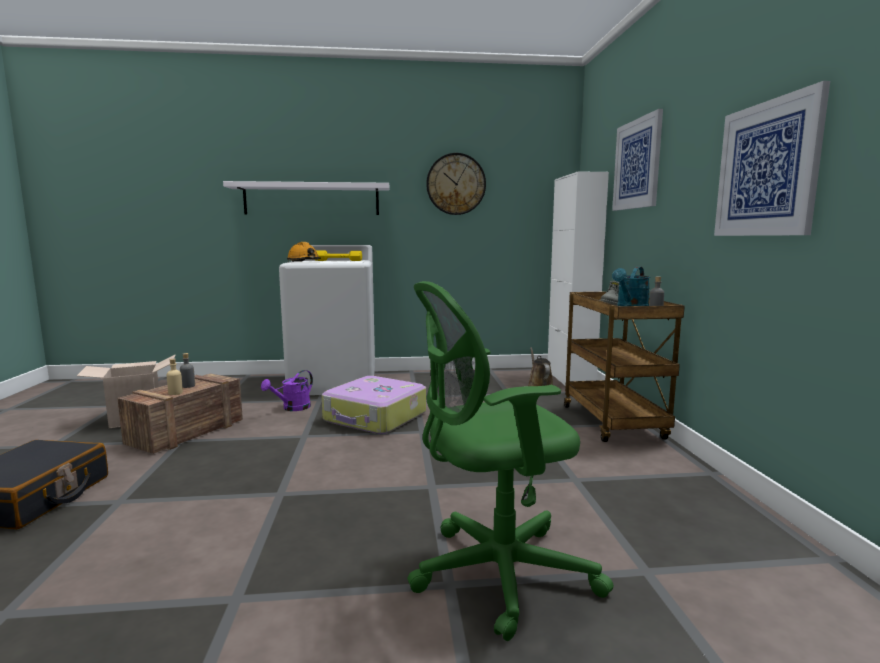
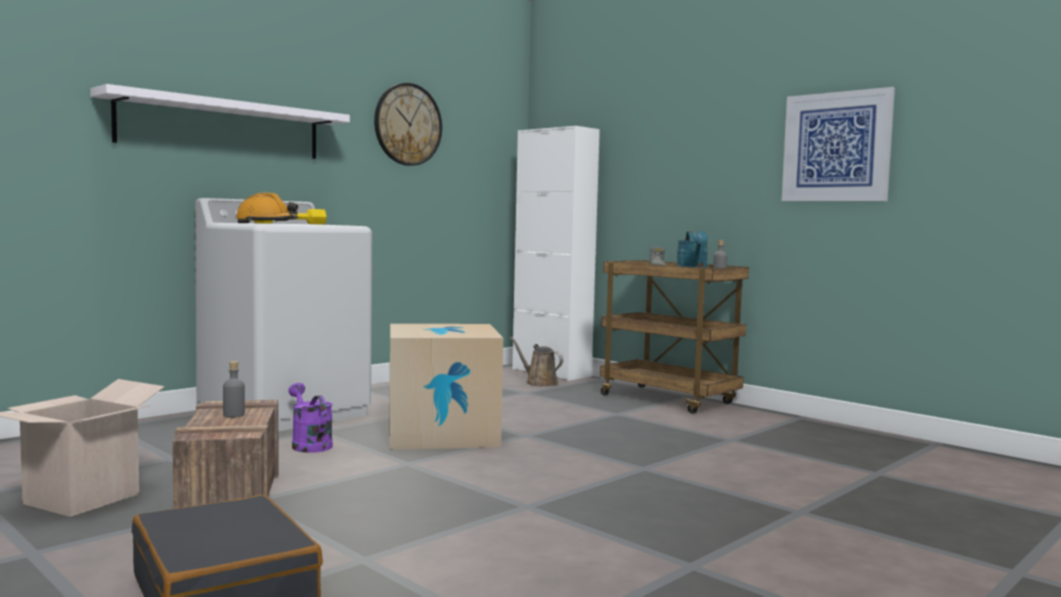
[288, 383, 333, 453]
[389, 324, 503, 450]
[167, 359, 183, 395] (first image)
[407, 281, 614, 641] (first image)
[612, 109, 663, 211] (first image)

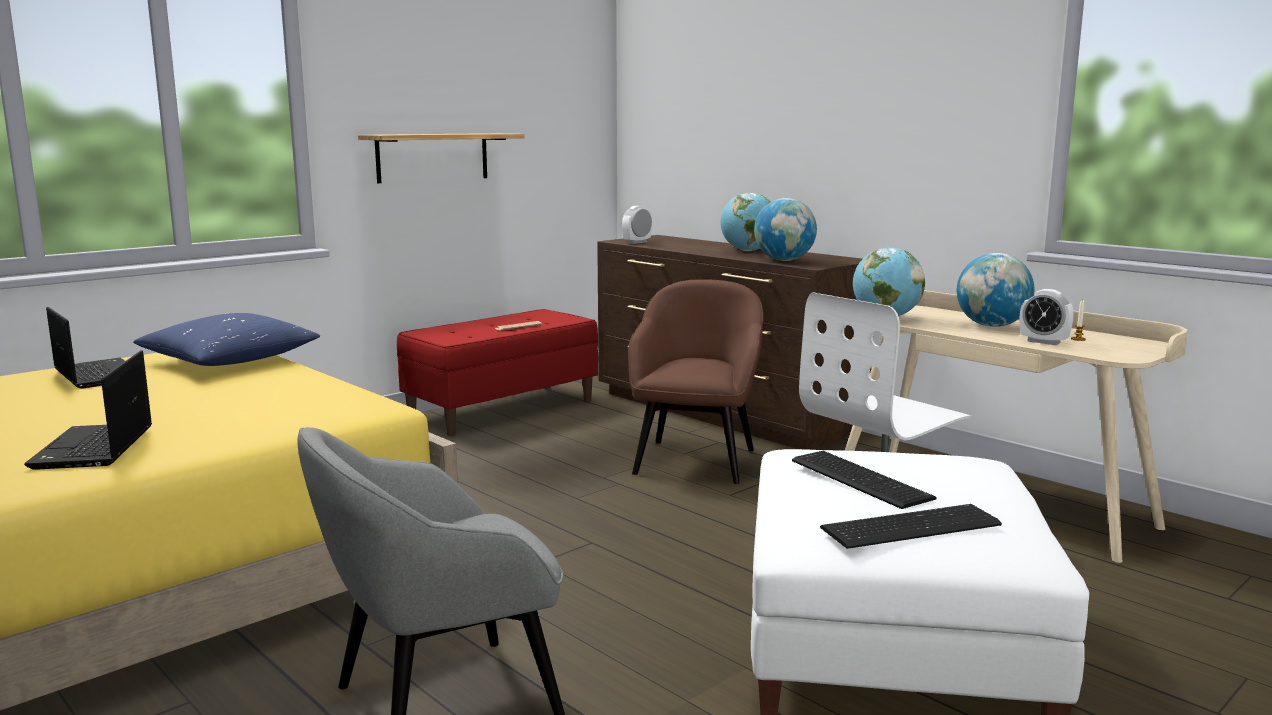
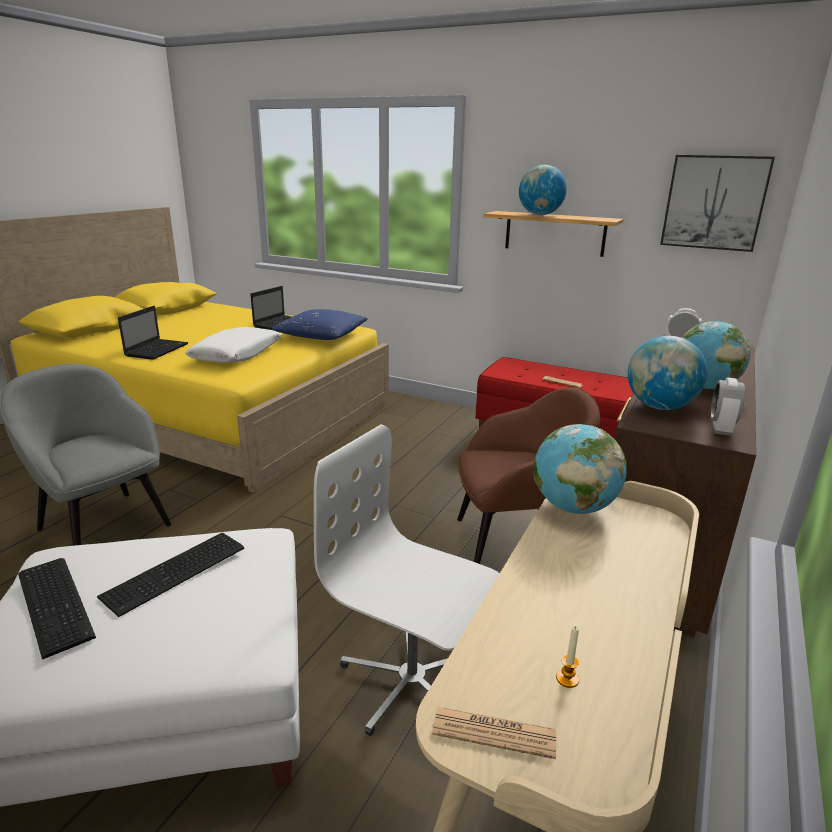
[118, 306, 188, 360]
[185, 327, 282, 363]
[432, 707, 556, 759]
[519, 165, 567, 215]
[660, 155, 775, 252]
[711, 378, 745, 436]

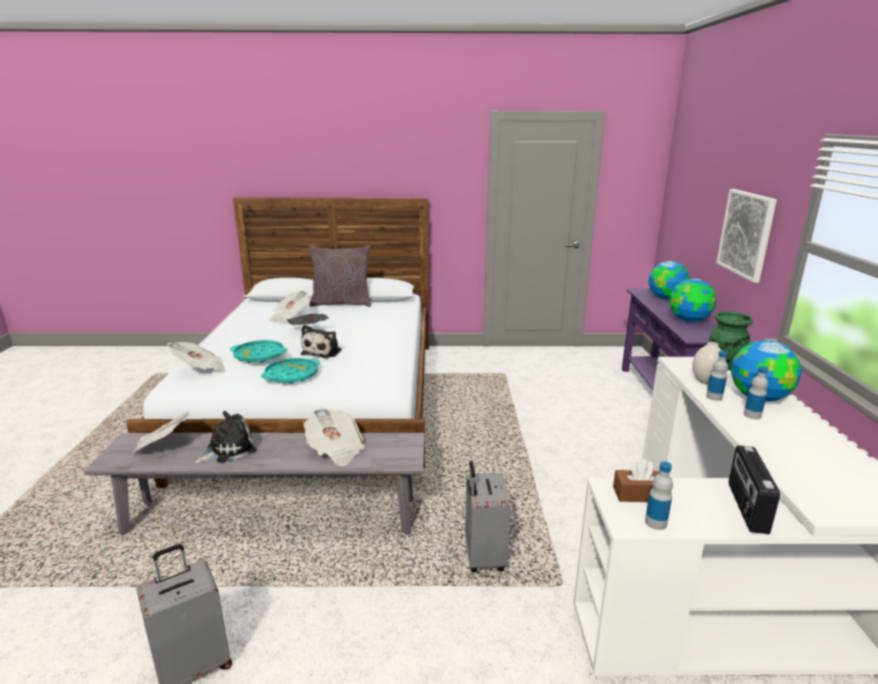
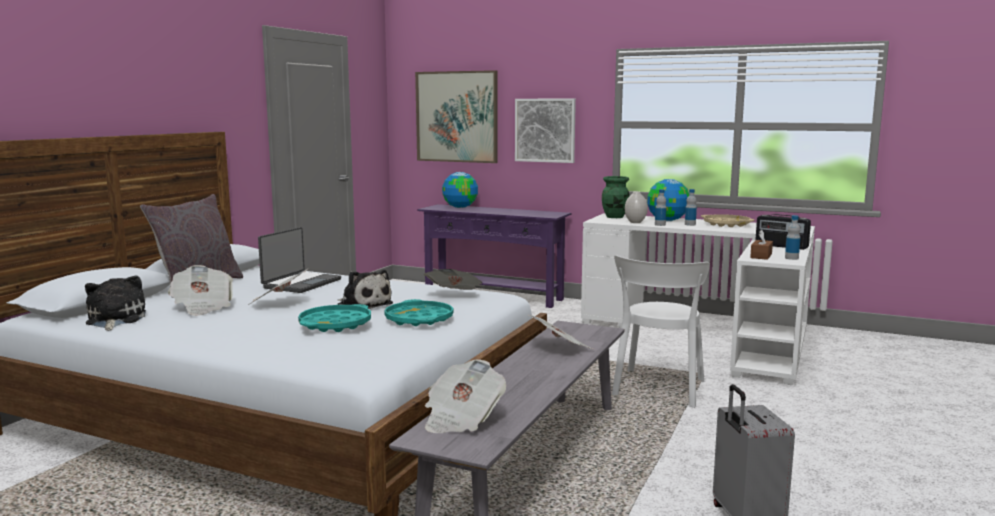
[85, 276, 146, 331]
[258, 227, 341, 293]
[415, 70, 498, 163]
[423, 269, 482, 290]
[612, 255, 710, 408]
[701, 214, 755, 227]
[669, 279, 717, 322] (first image)

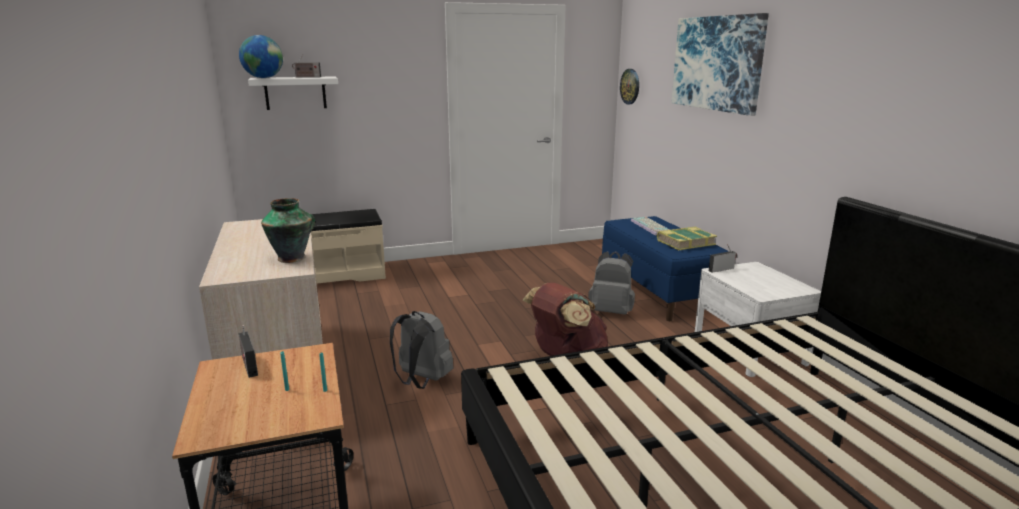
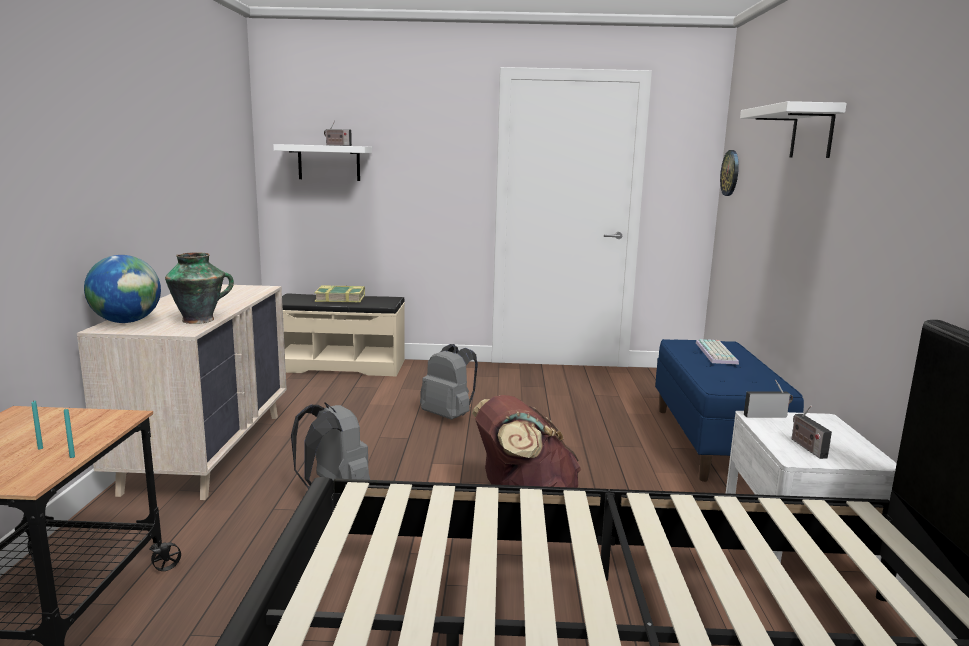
[84, 255, 161, 323]
[314, 285, 365, 303]
[420, 344, 478, 420]
[740, 101, 846, 158]
[791, 406, 832, 459]

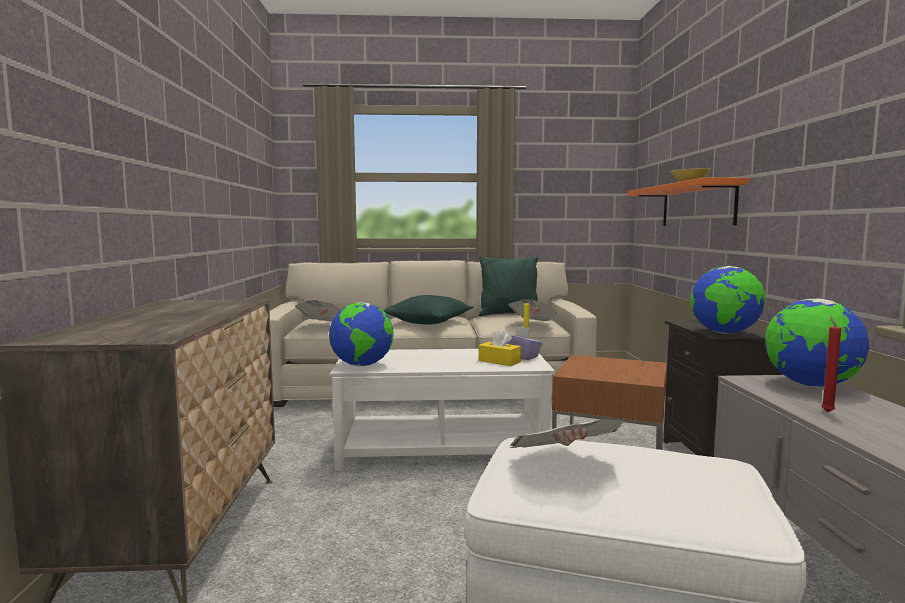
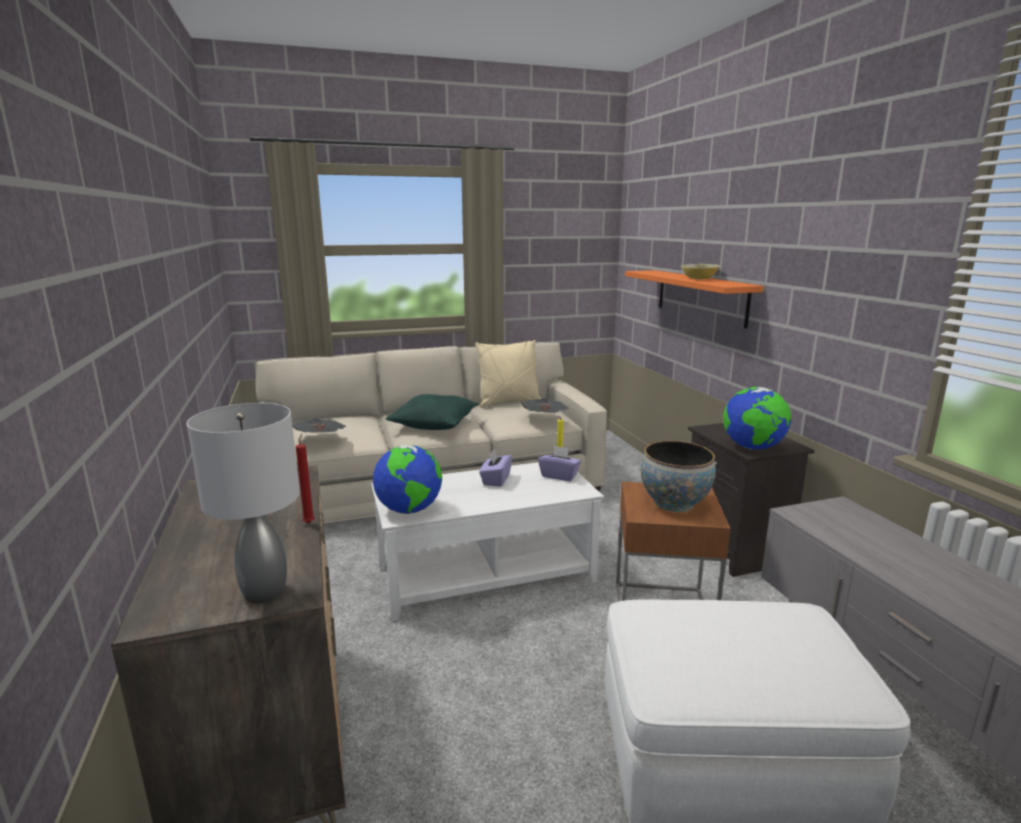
[187, 403, 300, 604]
[296, 433, 315, 523]
[475, 340, 541, 408]
[479, 449, 512, 487]
[641, 441, 716, 512]
[479, 329, 521, 366] (first image)
[509, 419, 625, 448] (first image)
[765, 298, 869, 387] (first image)

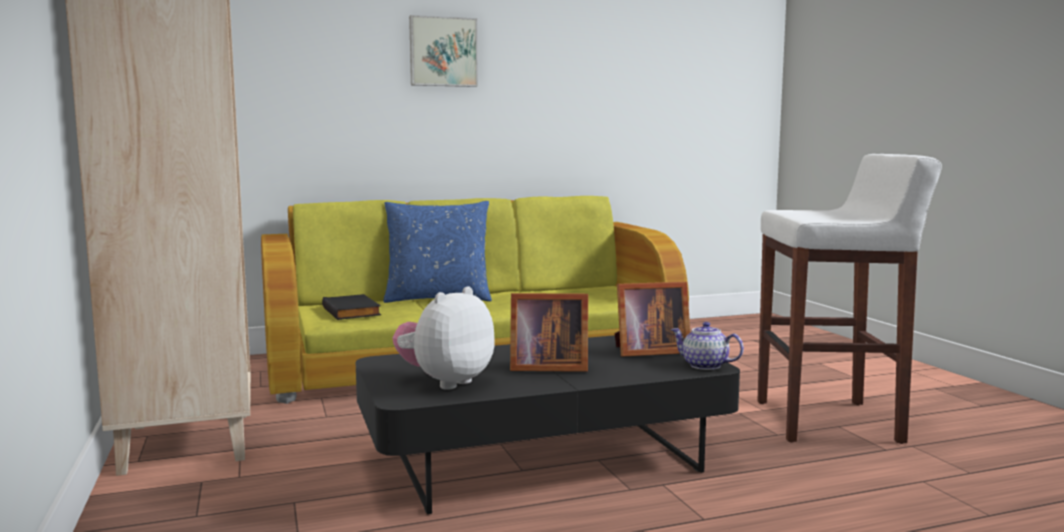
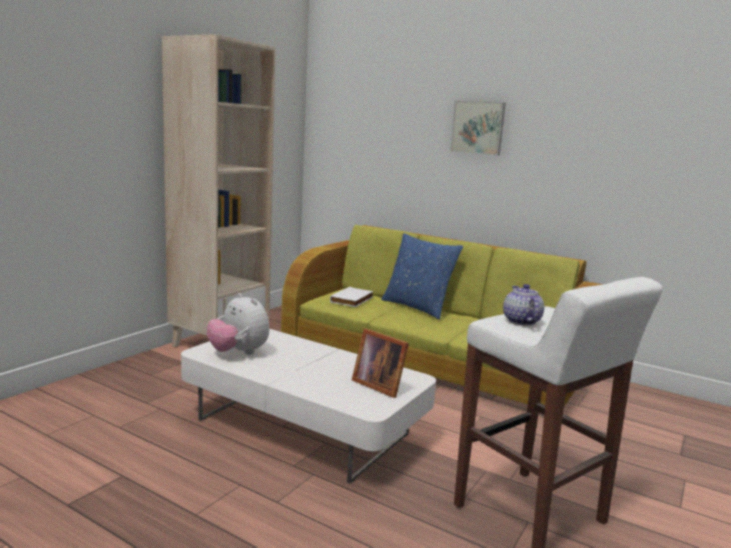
[181, 329, 436, 483]
[207, 293, 269, 354]
[330, 287, 374, 307]
[503, 284, 544, 326]
[510, 293, 588, 372] (first image)

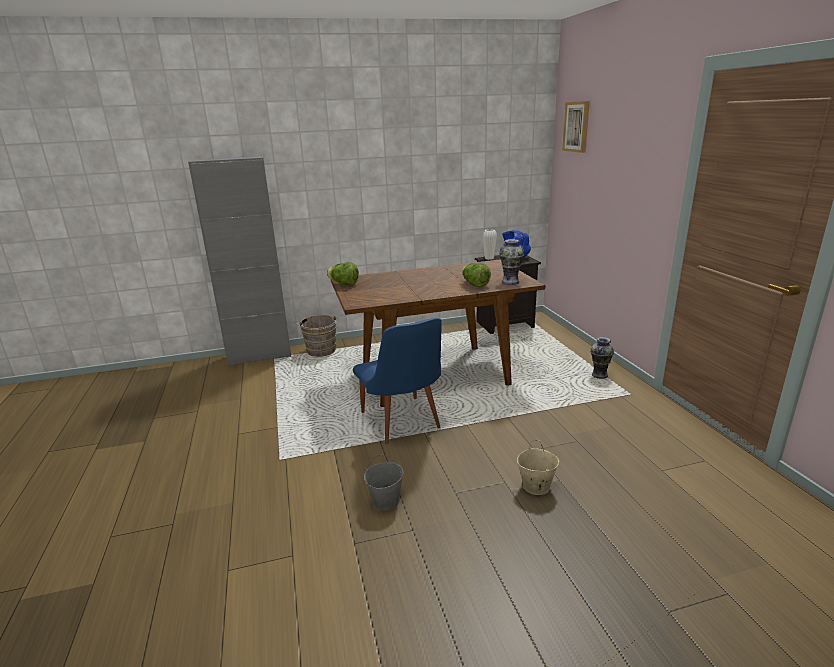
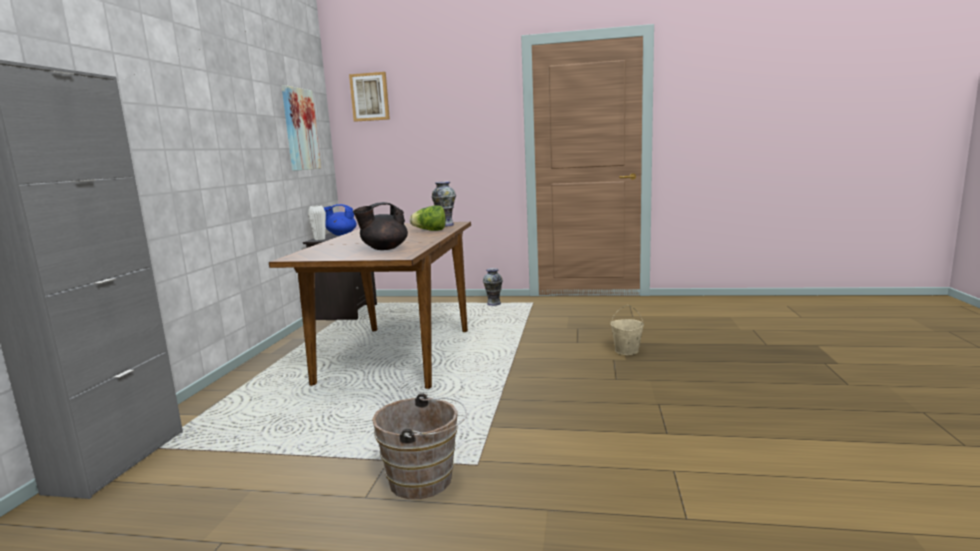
[282, 85, 321, 171]
[353, 202, 408, 250]
[372, 393, 467, 499]
[327, 262, 359, 286] (first image)
[353, 318, 442, 444] (first image)
[364, 454, 403, 510] (first image)

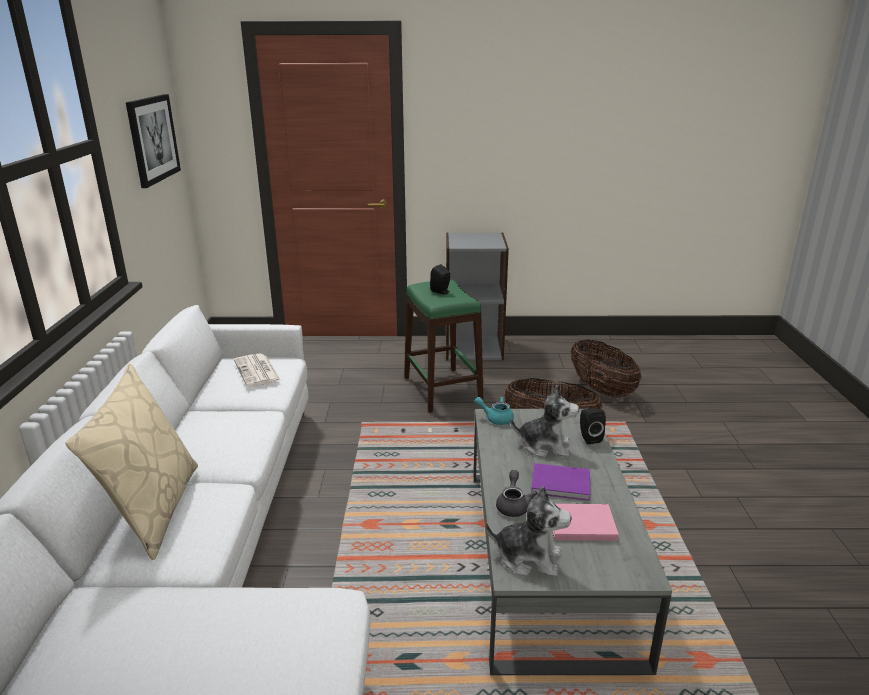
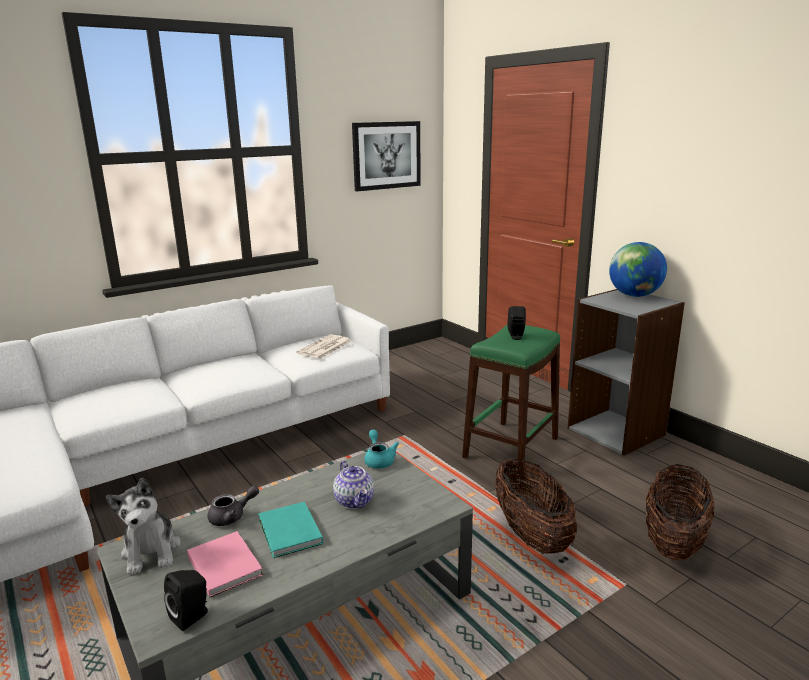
[164, 570, 208, 631]
[258, 502, 323, 558]
[333, 461, 374, 509]
[609, 242, 667, 297]
[65, 364, 198, 560] (first image)

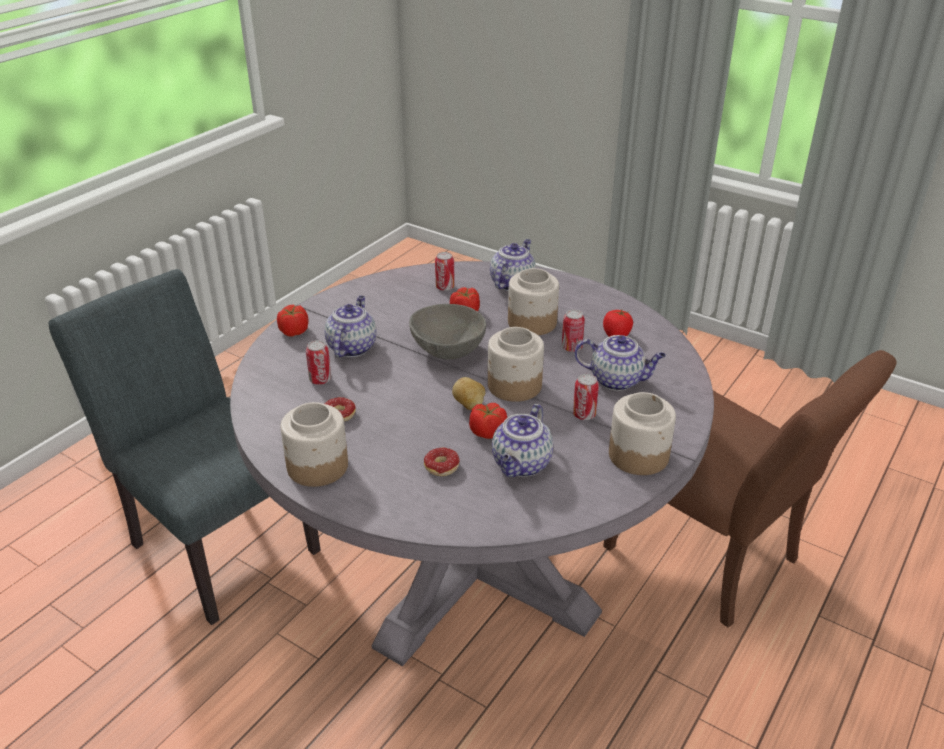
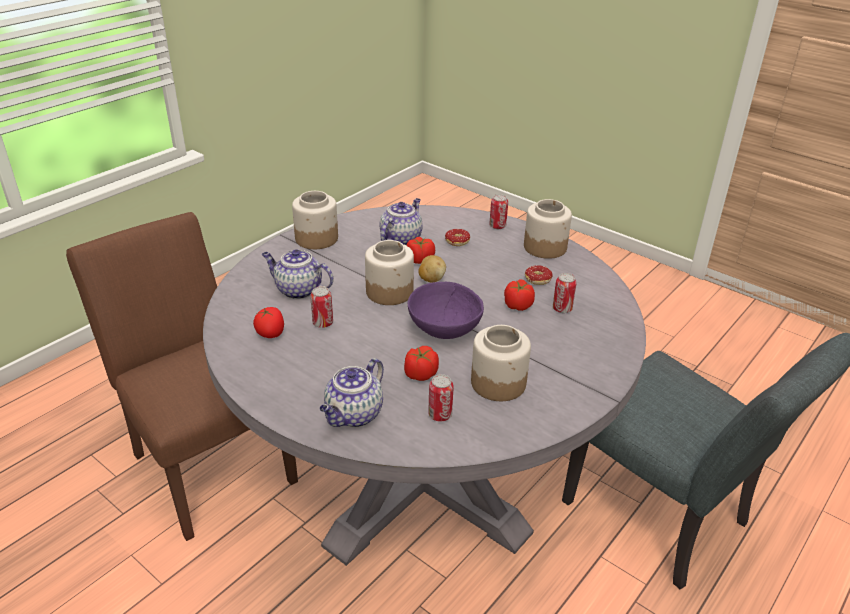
[408, 282, 484, 339]
[471, 325, 531, 401]
[489, 194, 508, 229]
[504, 279, 535, 311]
[324, 296, 377, 357] (first image)

